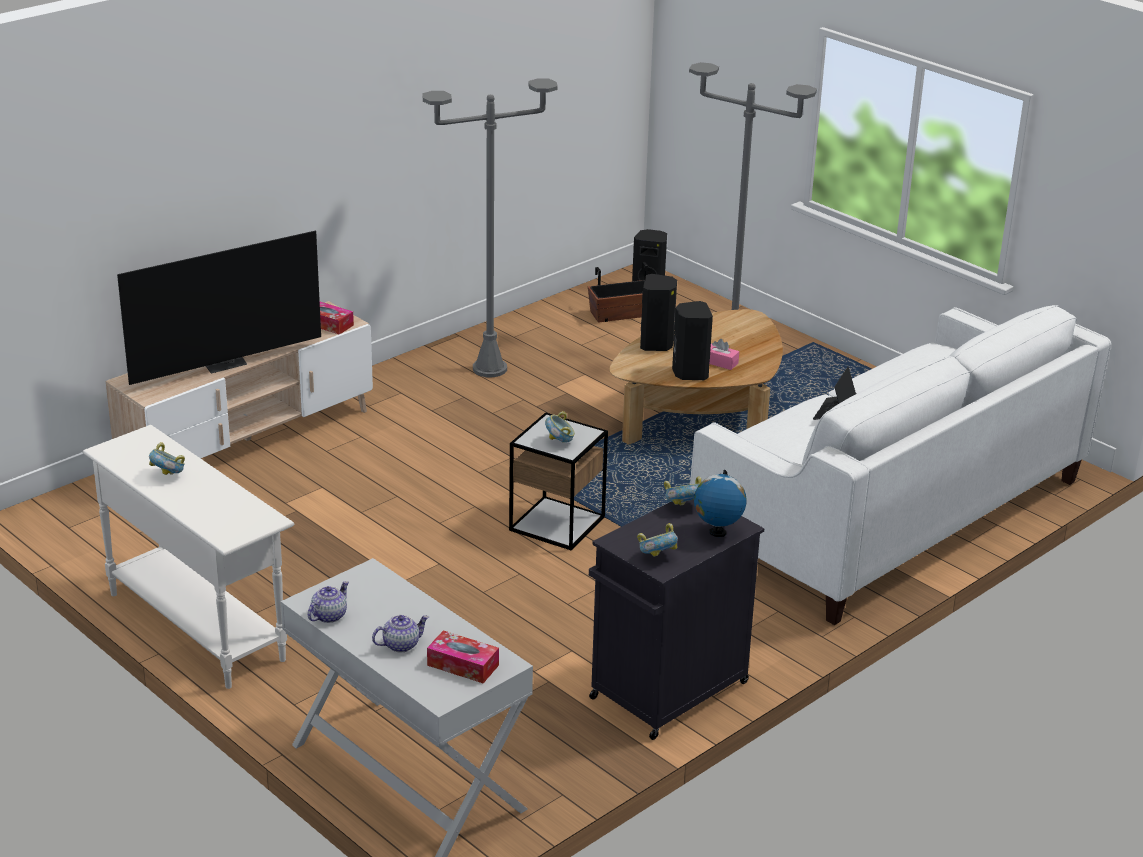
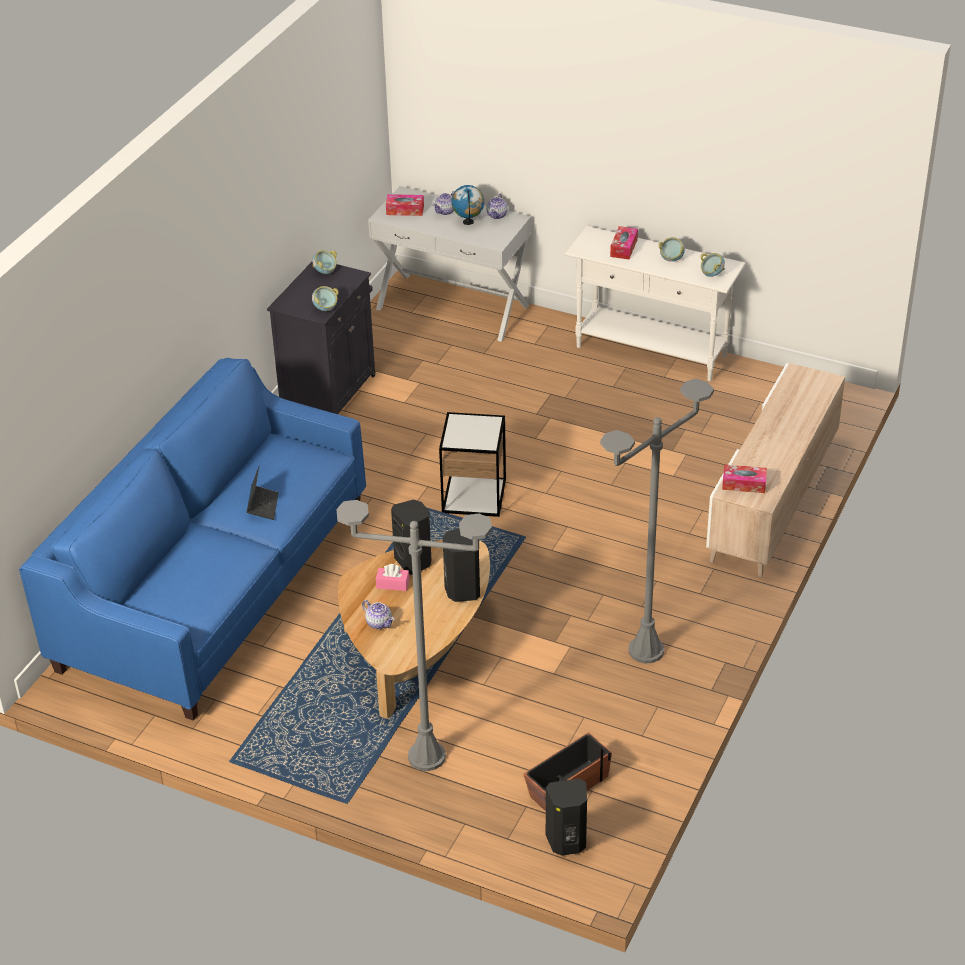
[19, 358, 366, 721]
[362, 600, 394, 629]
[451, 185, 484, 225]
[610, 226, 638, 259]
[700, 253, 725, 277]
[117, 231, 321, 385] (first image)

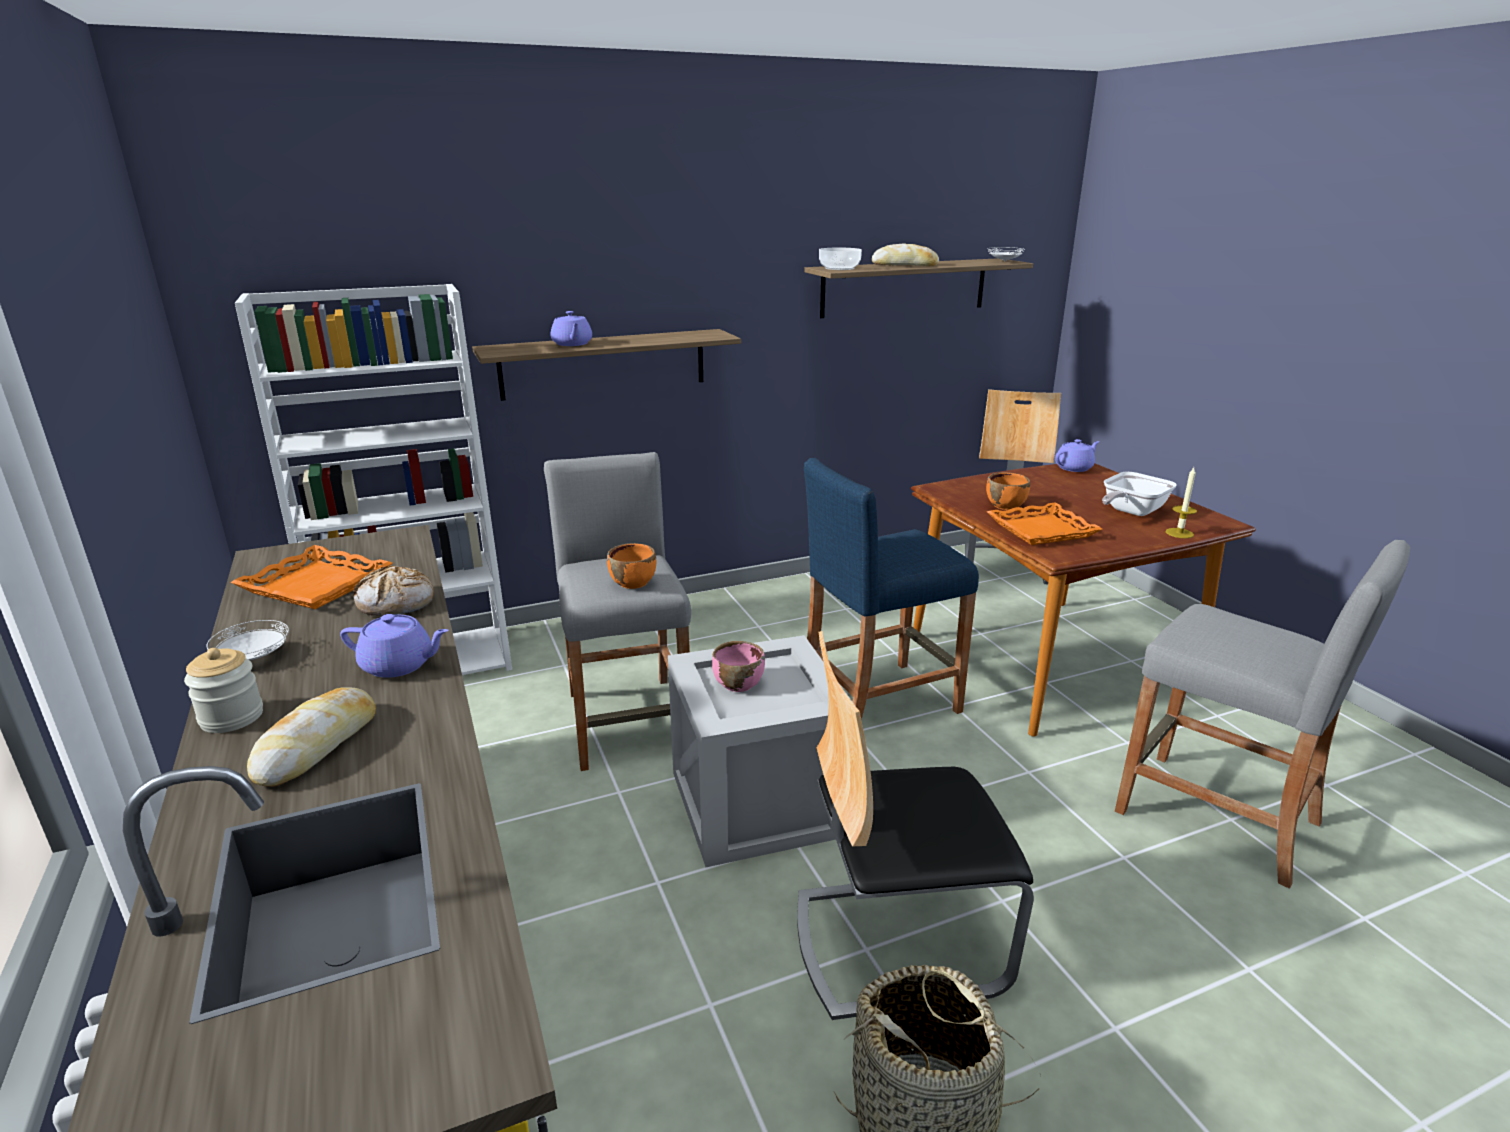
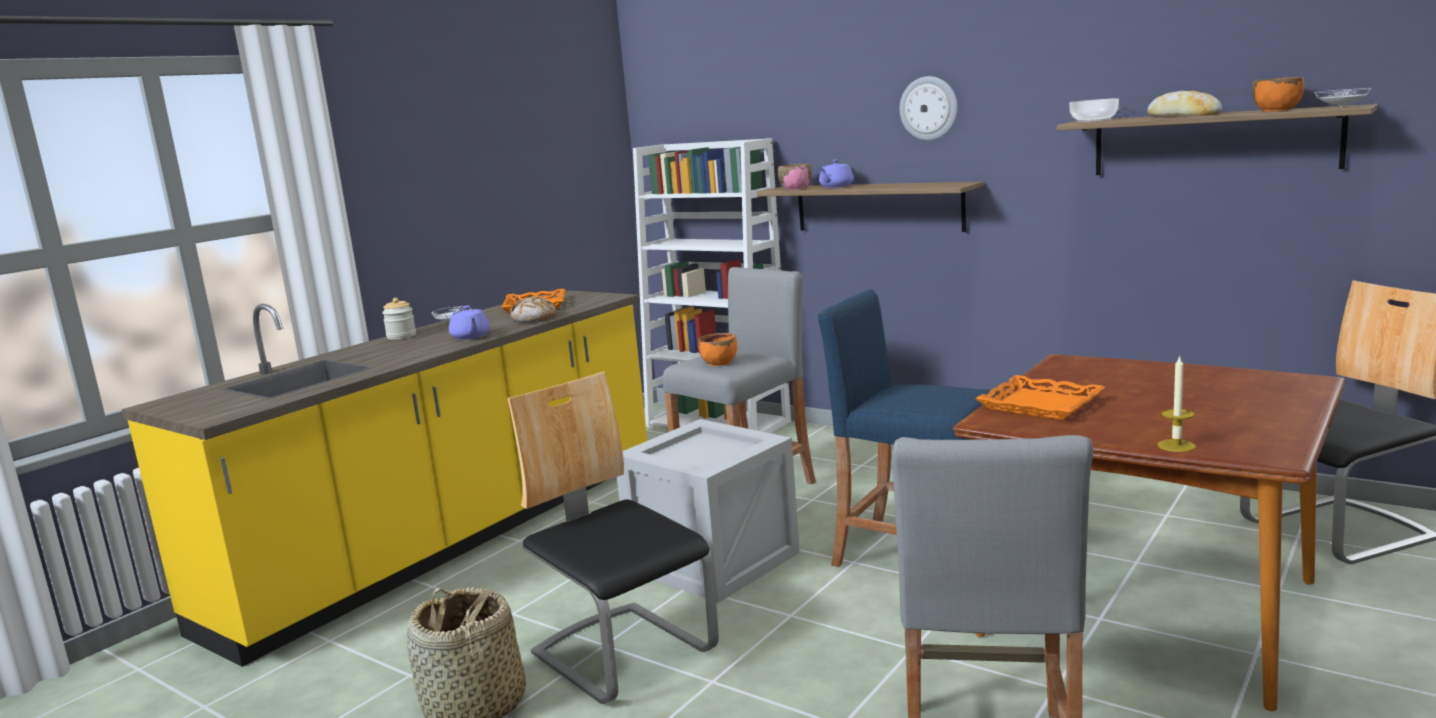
[778, 164, 812, 190]
[900, 76, 958, 141]
[1252, 77, 1304, 112]
[247, 687, 376, 787] (first image)
[1055, 439, 1100, 472] (first image)
[1102, 472, 1177, 516] (first image)

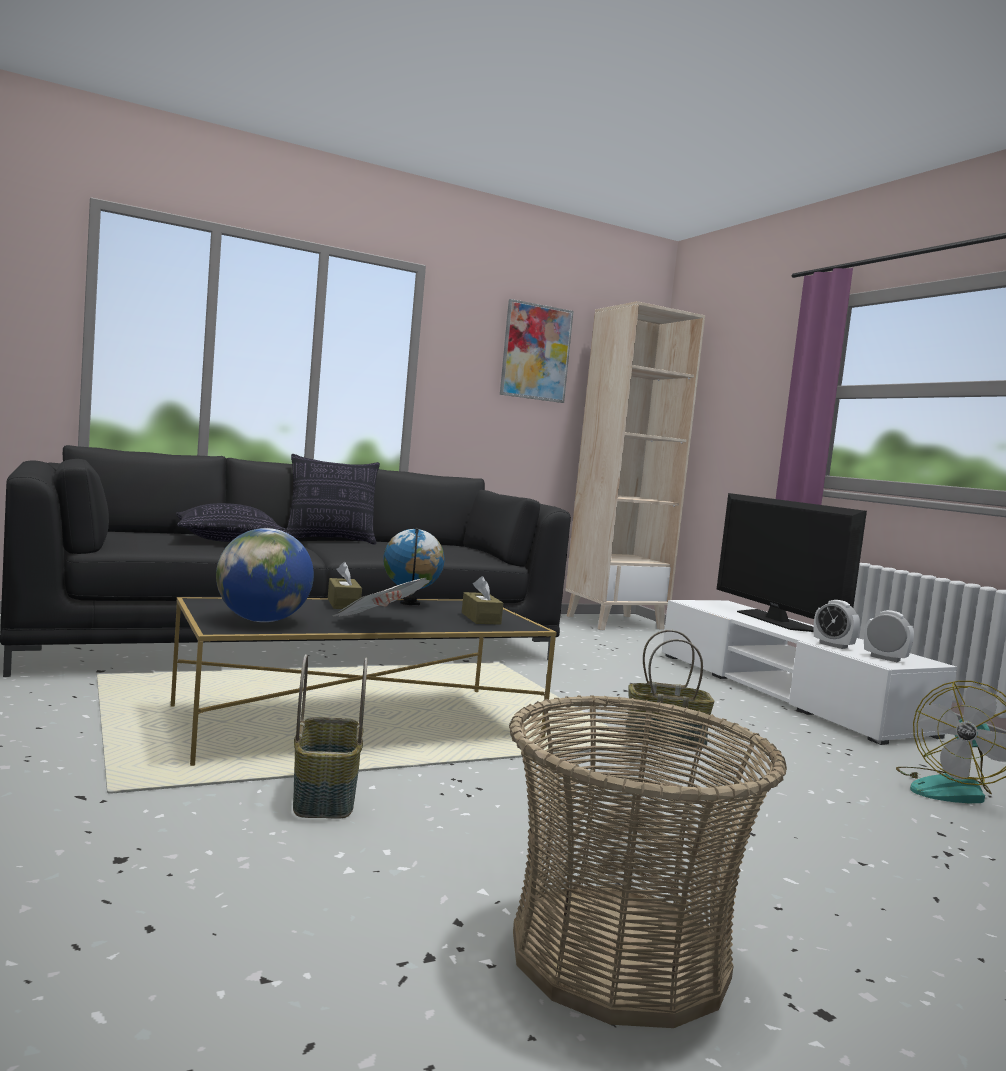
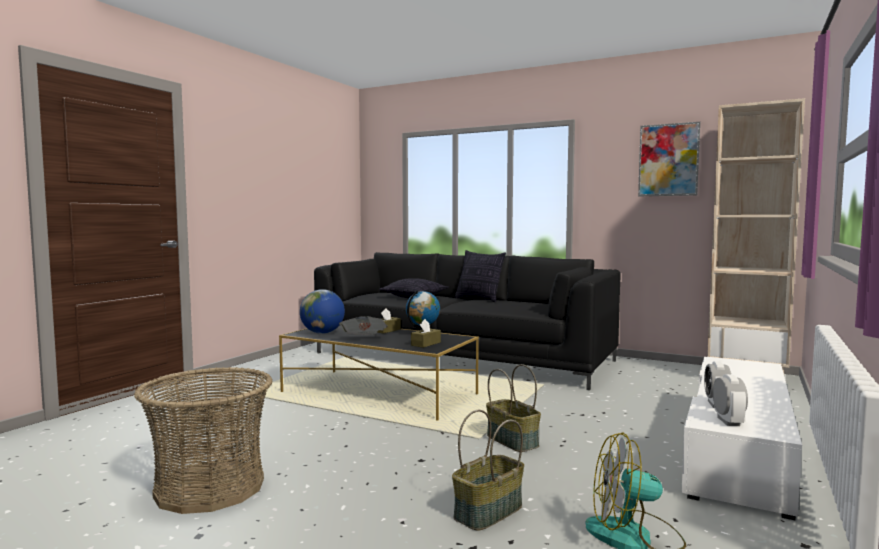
[452, 409, 524, 531]
[717, 493, 867, 632] (first image)

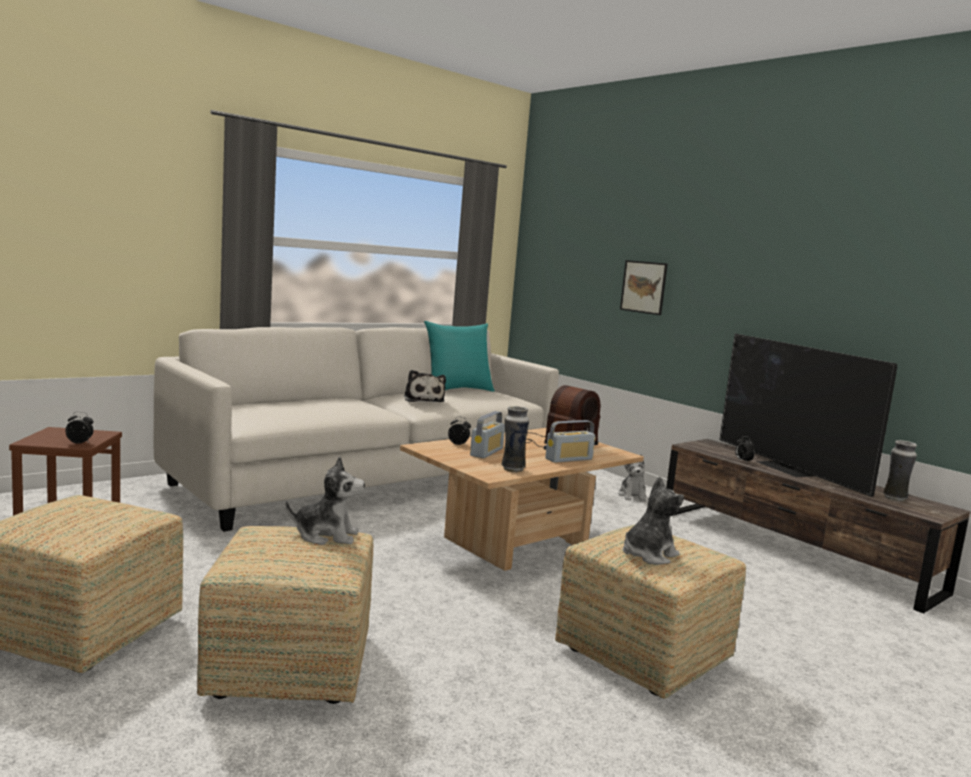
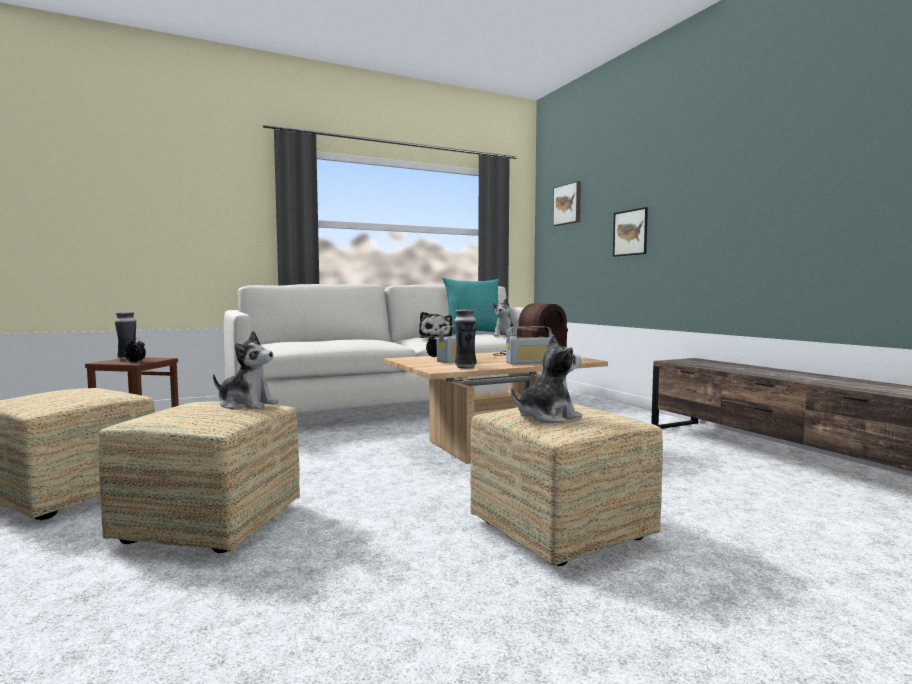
[115, 312, 136, 361]
[492, 298, 516, 337]
[553, 181, 581, 226]
[719, 334, 897, 497] (first image)
[735, 436, 755, 462] (first image)

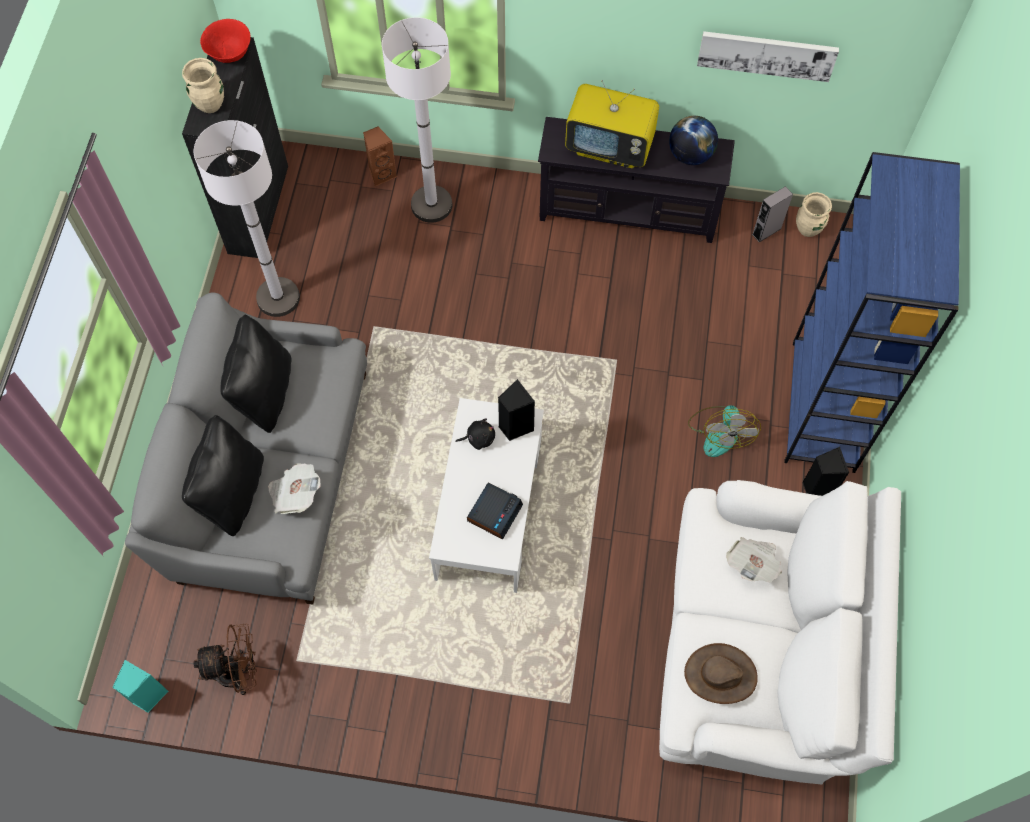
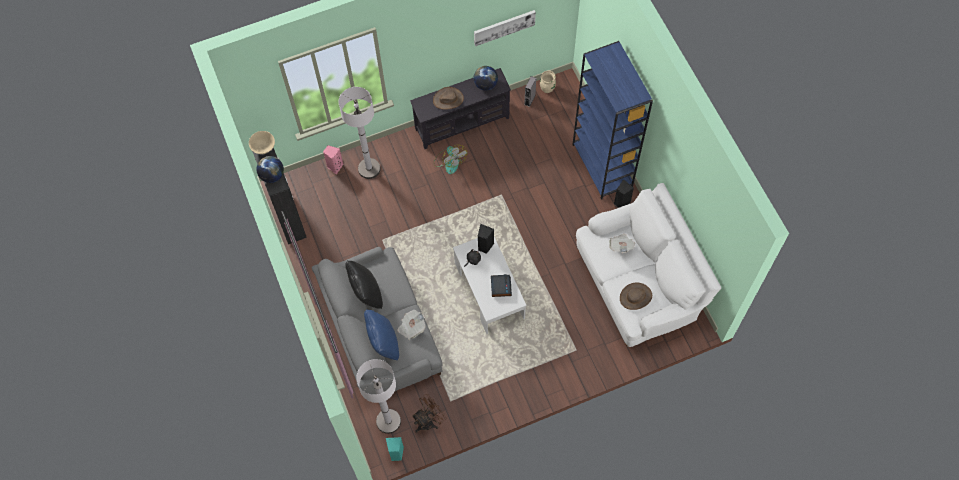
[249, 131, 275, 154]
[256, 156, 284, 183]
[323, 145, 344, 174]
[356, 359, 401, 434]
[364, 309, 399, 360]
[433, 87, 464, 110]
[433, 145, 467, 174]

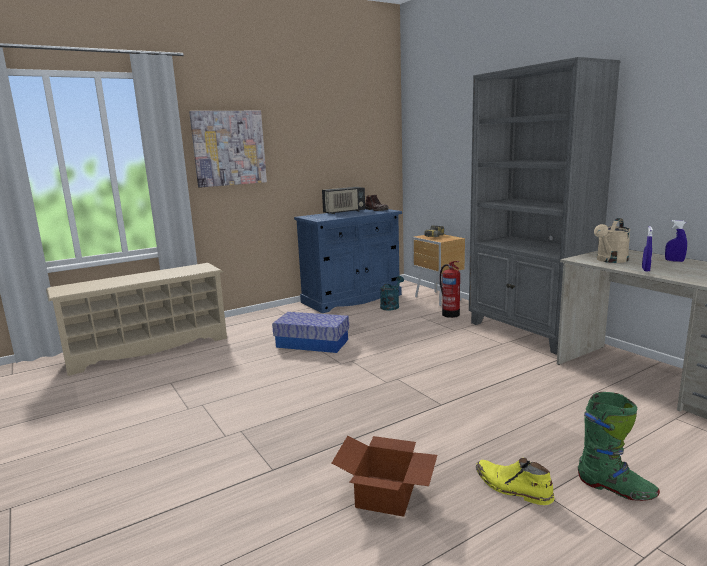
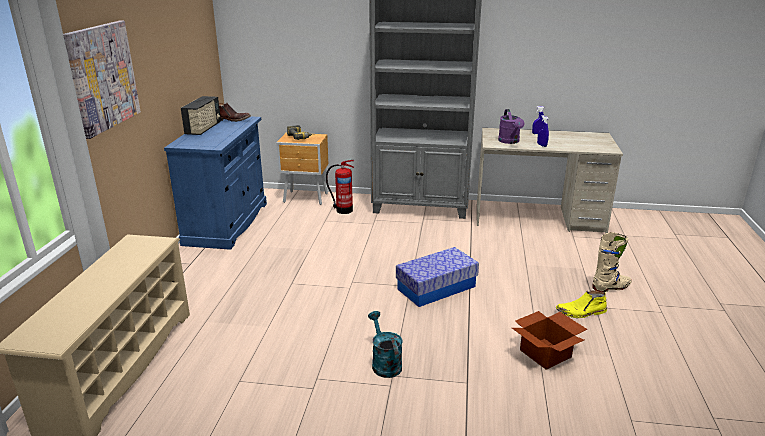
[368, 311, 402, 378]
[396, 247, 479, 307]
[498, 109, 525, 144]
[592, 232, 632, 292]

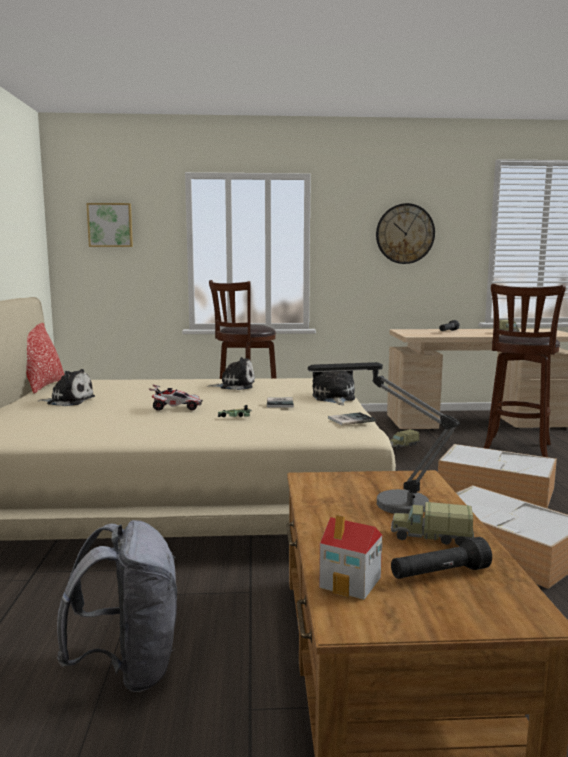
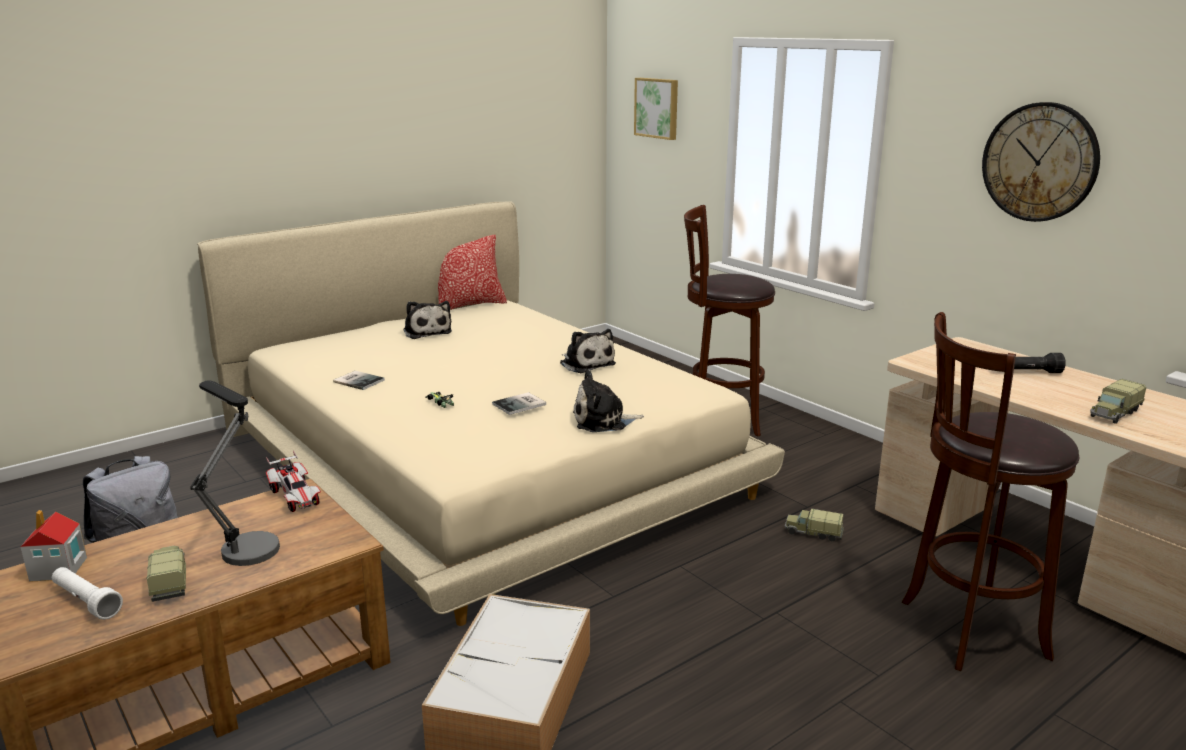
[52, 567, 123, 620]
[266, 451, 321, 512]
[333, 371, 385, 390]
[573, 370, 644, 432]
[438, 444, 557, 508] (first image)

